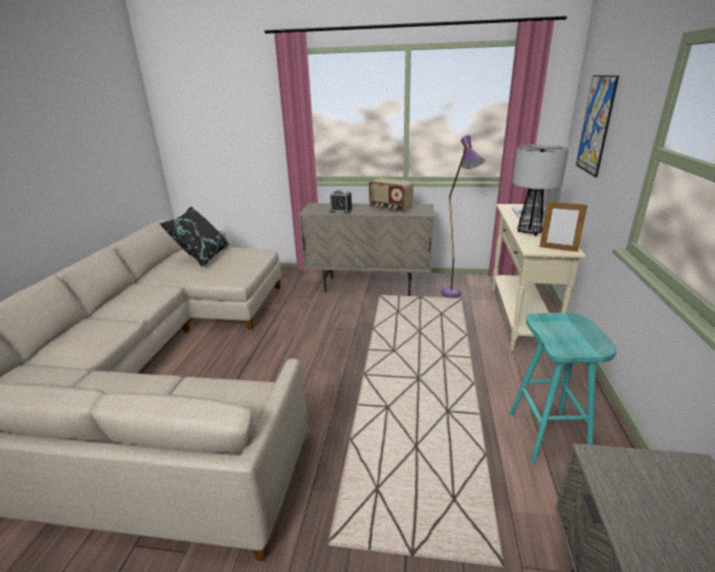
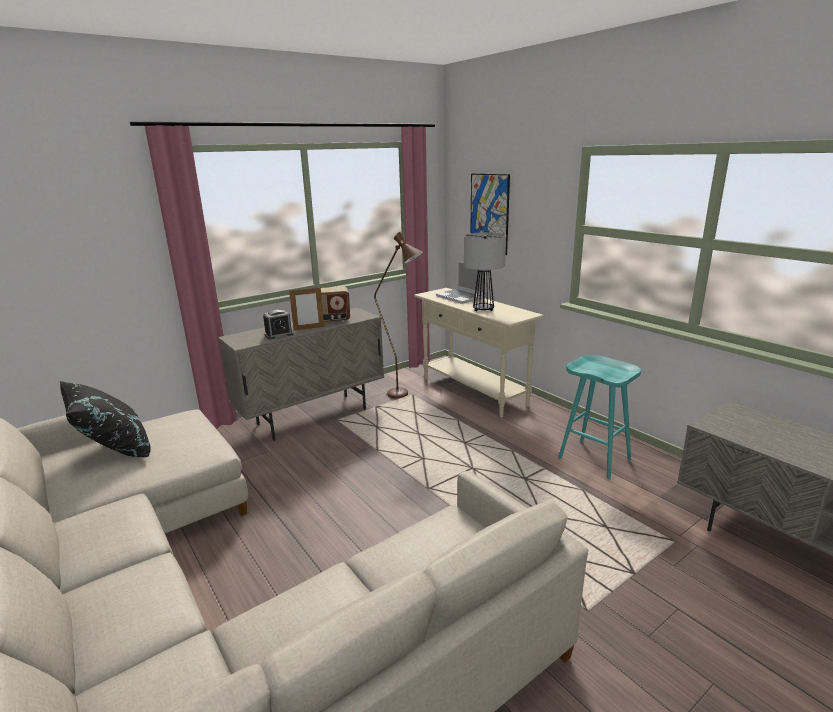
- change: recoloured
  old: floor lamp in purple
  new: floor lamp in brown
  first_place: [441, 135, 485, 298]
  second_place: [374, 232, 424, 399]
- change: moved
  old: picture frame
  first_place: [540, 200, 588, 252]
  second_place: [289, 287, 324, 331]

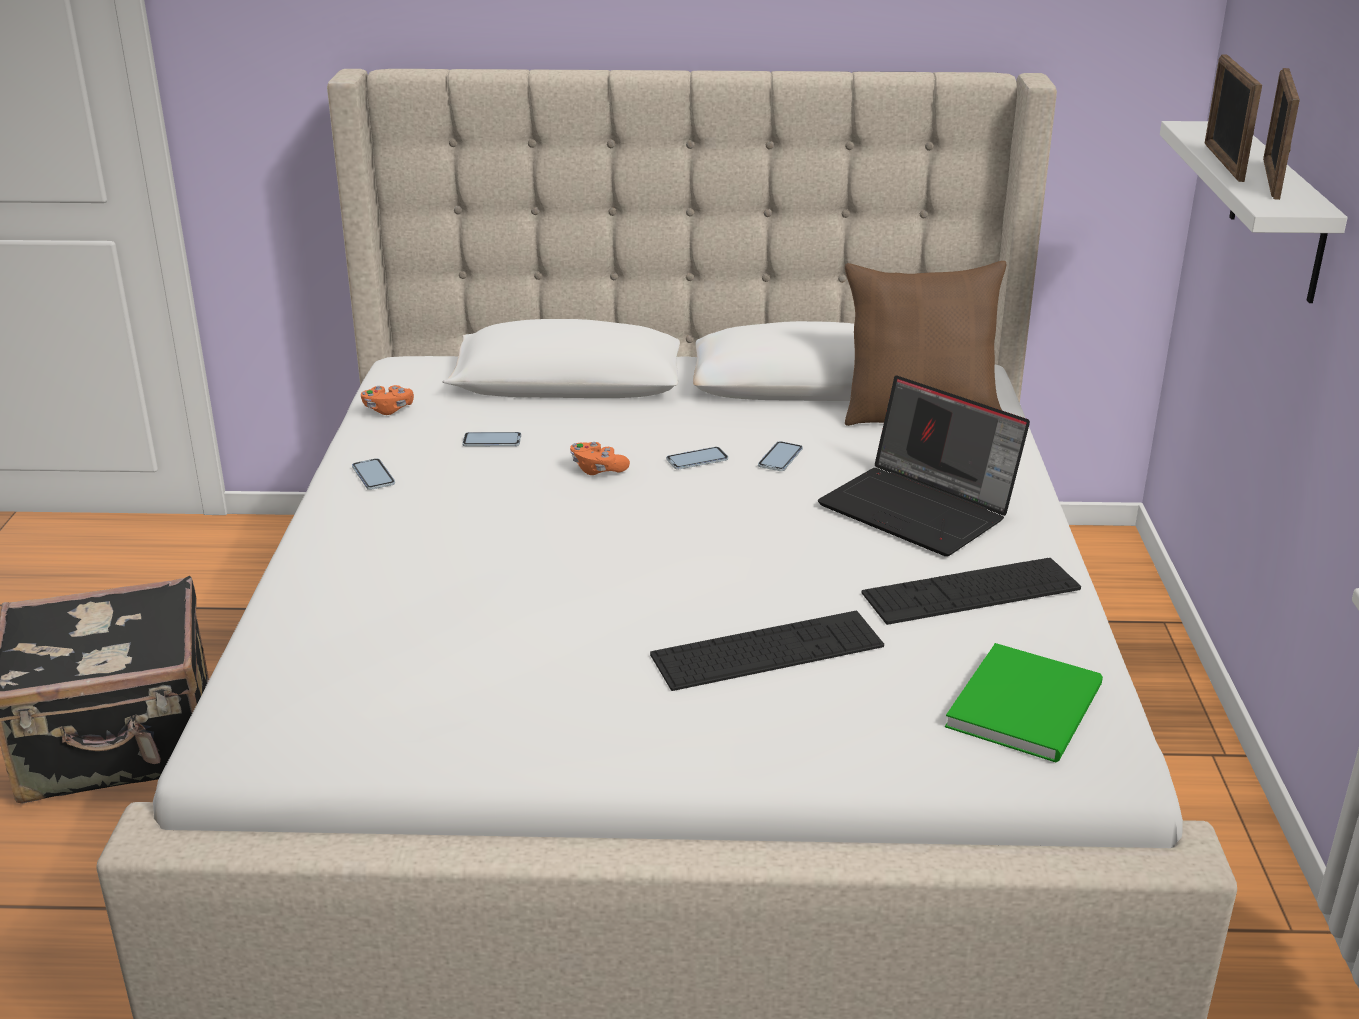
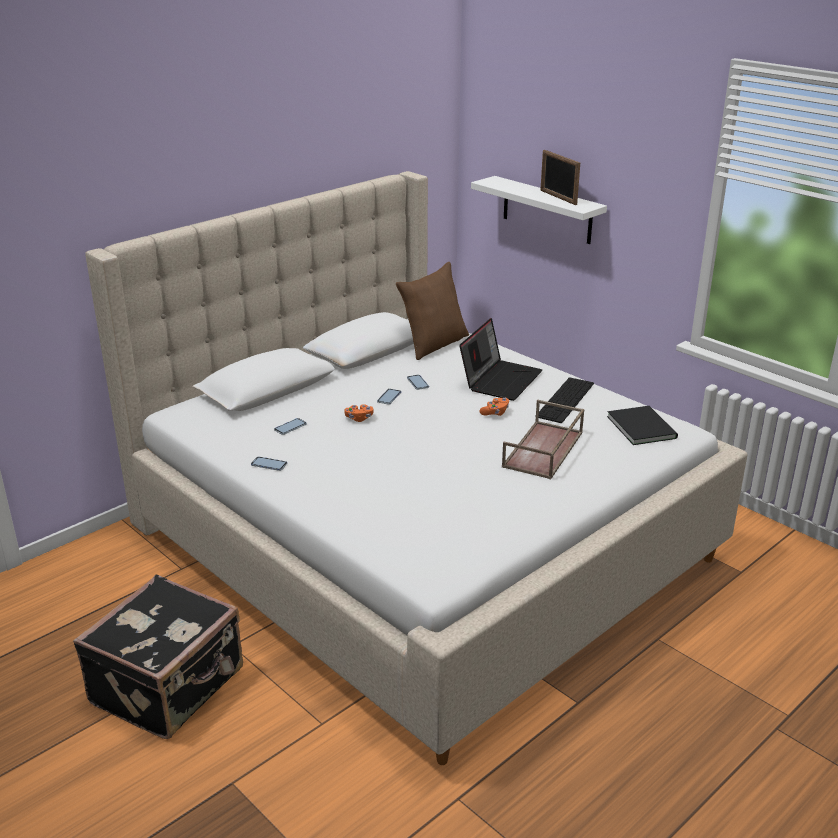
- change: removed
  old: picture frame
  first_place: [1205, 55, 1262, 182]
- change: turned
  old: laptop
  first_place: [818, 375, 1030, 556]
  second_place: [459, 318, 542, 401]
  degrees: -60
- change: moved
  old: game controller in orange
  first_place: [361, 385, 414, 415]
  second_place: [479, 398, 509, 416]
- change: replaced
  old: keyboard
  new: tray in brown
  first_place: [650, 611, 884, 691]
  second_place: [502, 400, 584, 479]
- change: recoloured
  old: book in green
  new: book in black
  first_place: [945, 643, 1103, 762]
  second_place: [607, 406, 678, 445]

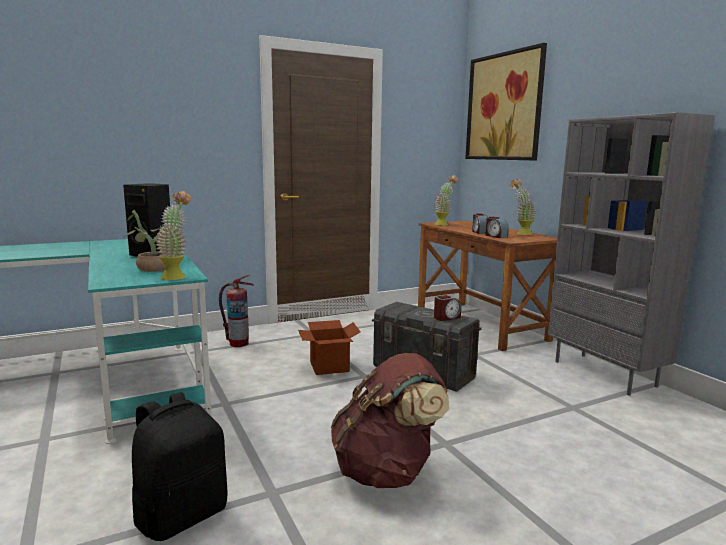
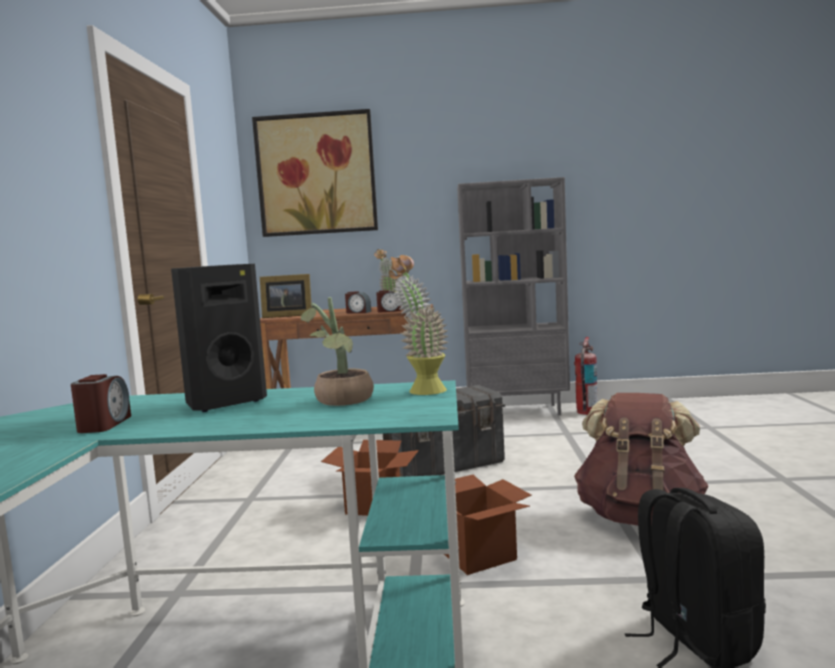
- change: replaced
  old: potted plant
  new: picture frame
  first_place: [435, 176, 458, 225]
  second_place: [260, 274, 312, 318]
- change: moved
  old: fire extinguisher
  first_place: [219, 275, 254, 347]
  second_place: [574, 337, 597, 415]
- change: moved
  old: alarm clock
  first_place: [434, 295, 461, 321]
  second_place: [71, 374, 131, 433]
- change: added
  new: cardboard box
  second_place: [444, 475, 532, 575]

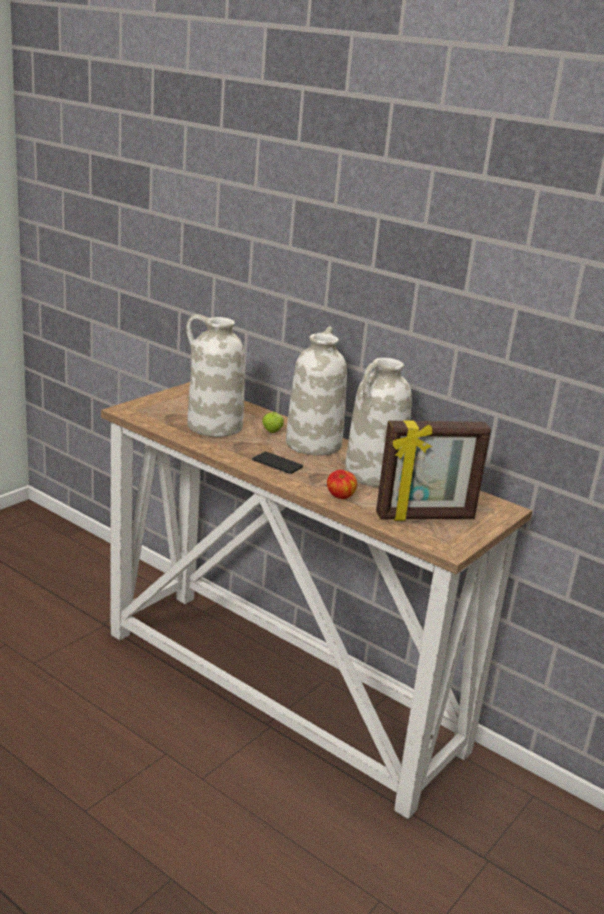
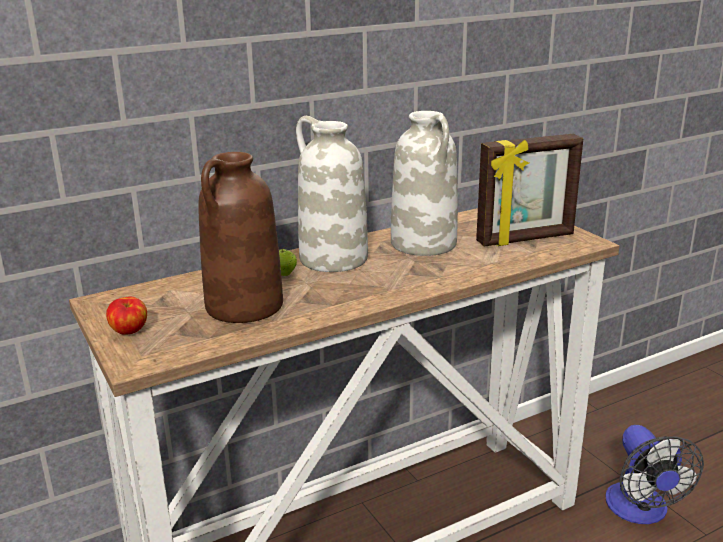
- change: recoloured
  old: vase in white
  new: vase in brown
  first_place: [186, 314, 245, 437]
  second_place: [198, 152, 283, 323]
- change: turned
  old: picture frame
  first_place: [376, 420, 491, 521]
  second_place: [476, 134, 584, 247]
  degrees: 60
- change: removed
  old: phone
  first_place: [252, 452, 303, 474]
- change: moved
  old: apple
  first_place: [327, 470, 357, 499]
  second_place: [106, 297, 147, 335]
- change: added
  new: fan
  second_place: [606, 425, 704, 524]

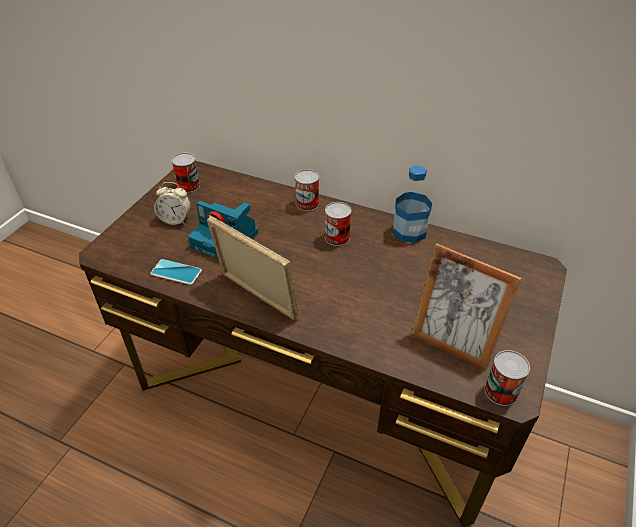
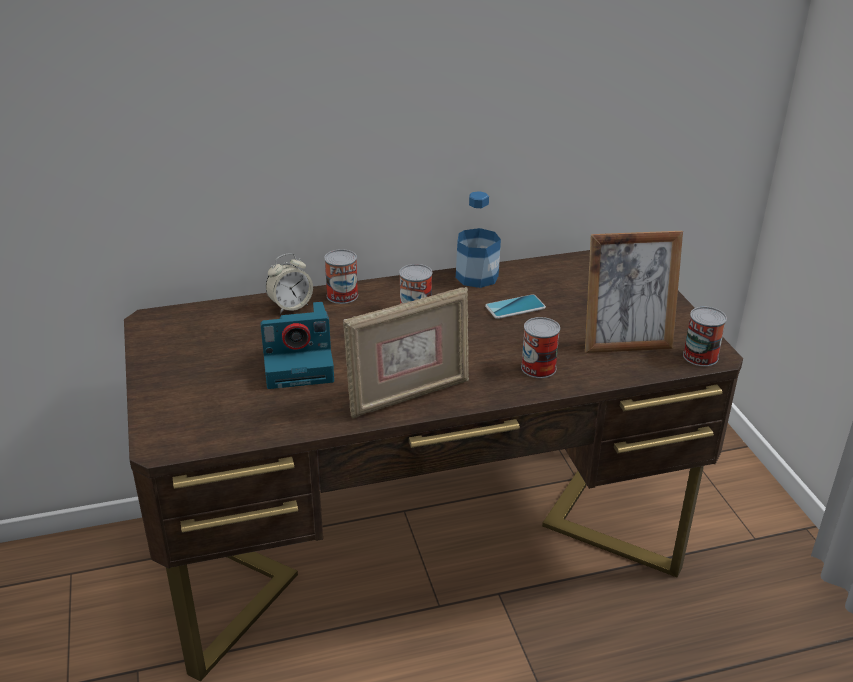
- change: moved
  old: can
  first_place: [171, 153, 200, 193]
  second_place: [521, 317, 560, 378]
- change: moved
  old: alarm clock
  first_place: [154, 182, 191, 225]
  second_place: [266, 254, 313, 314]
- change: turned
  old: picture frame
  first_place: [207, 215, 299, 320]
  second_place: [343, 287, 469, 419]
  degrees: 150
- change: moved
  old: phone
  first_place: [150, 259, 202, 285]
  second_place: [485, 294, 546, 319]

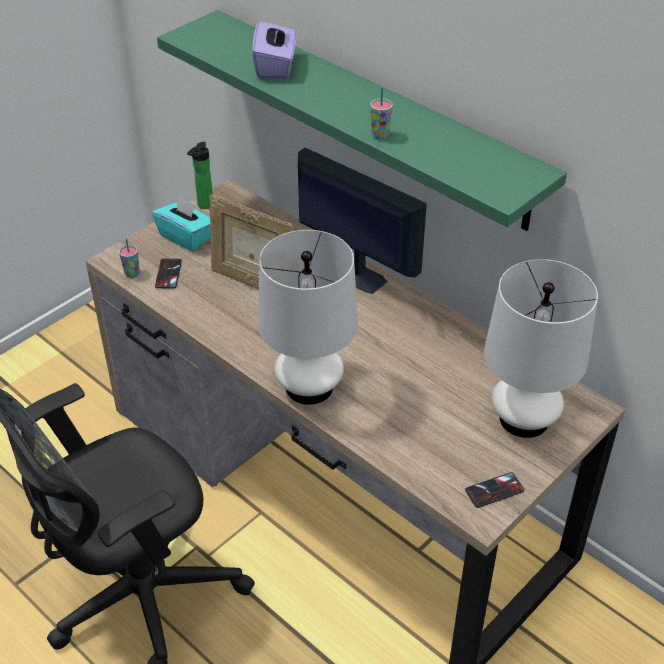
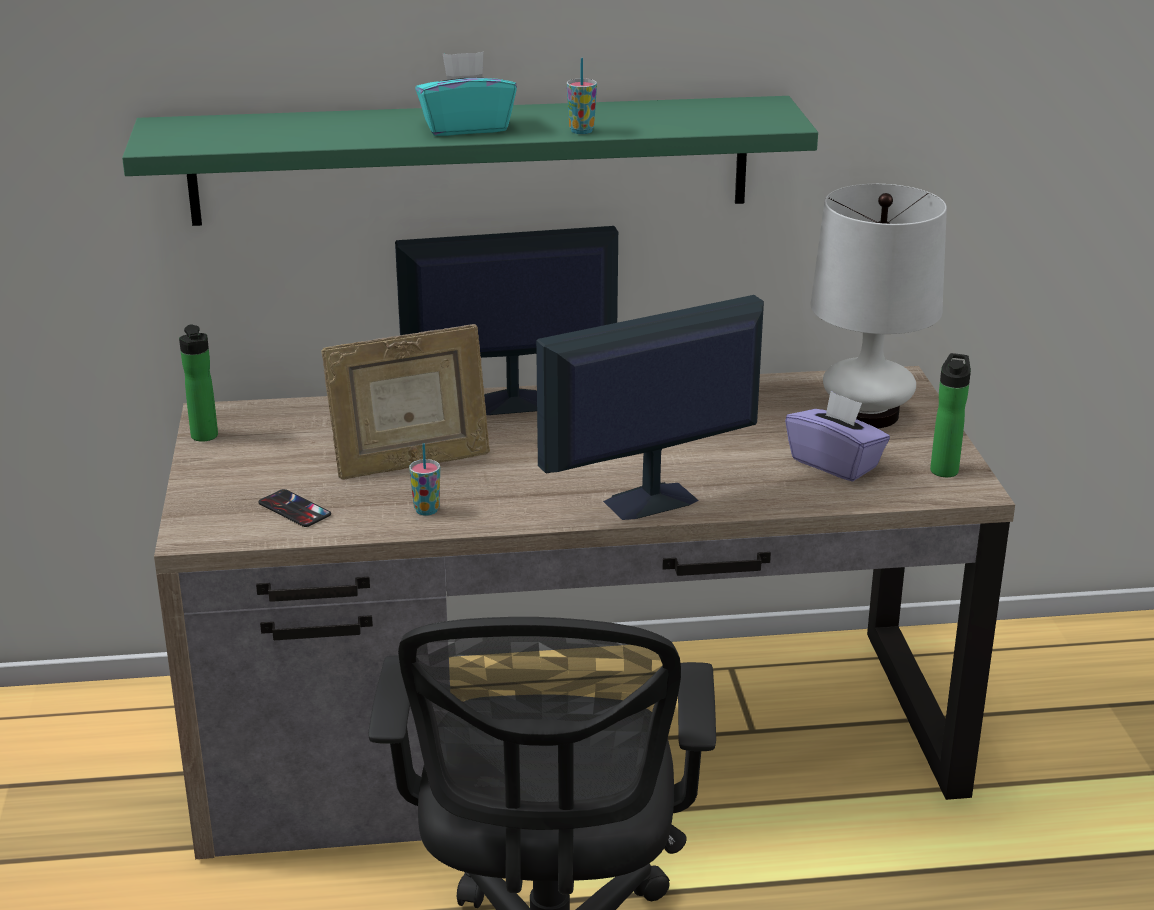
- change: moved
  old: tissue box in purple
  first_place: [252, 16, 297, 79]
  second_place: [785, 391, 890, 482]
- change: moved
  old: tissue box in turquoise
  first_place: [152, 195, 211, 251]
  second_place: [415, 52, 517, 136]
- change: replaced
  old: table lamp in white
  new: monitor
  first_place: [258, 230, 358, 405]
  second_place: [536, 295, 764, 520]
- change: moved
  old: cup
  first_place: [119, 238, 140, 278]
  second_place: [409, 444, 440, 516]
- change: replaced
  old: phone
  new: bottle
  first_place: [465, 472, 524, 508]
  second_place: [930, 353, 971, 477]

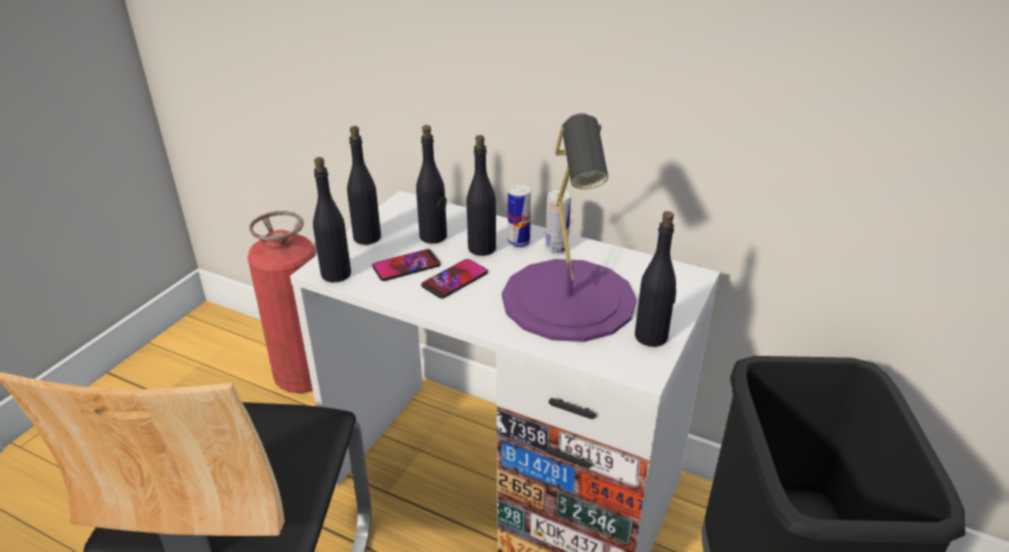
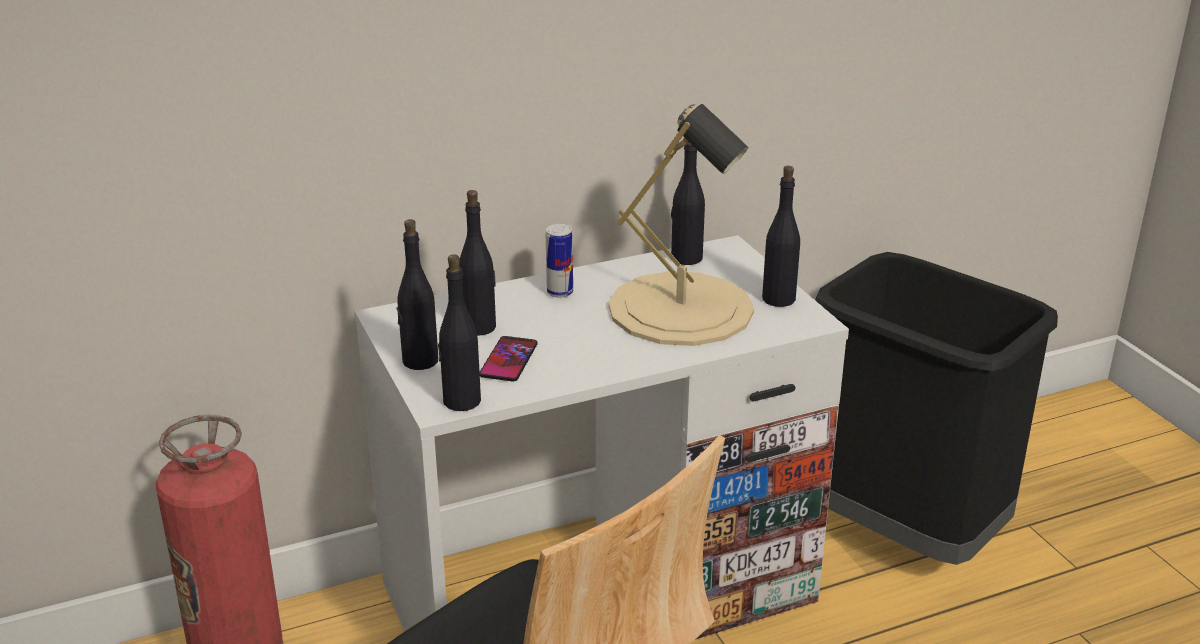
- change: recoloured
  old: table lamp in purple
  new: table lamp in beige
  first_place: [502, 113, 637, 342]
  second_place: [608, 104, 754, 346]
- change: moved
  old: bottle in black
  first_place: [467, 135, 496, 256]
  second_place: [671, 142, 705, 265]
- change: removed
  old: can
  first_place: [545, 190, 571, 253]
- change: removed
  old: phone
  first_place: [421, 259, 488, 299]

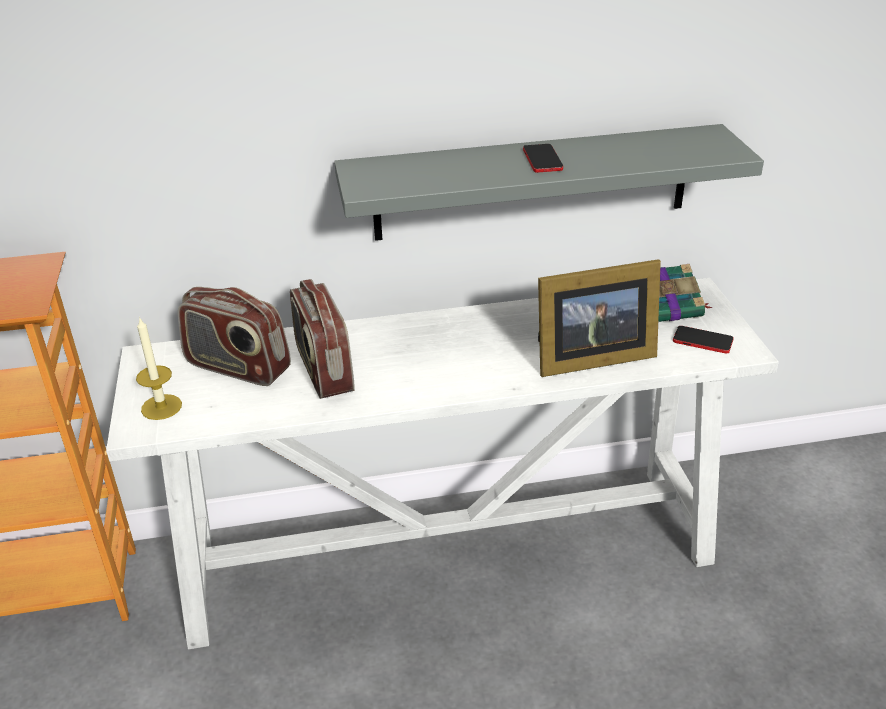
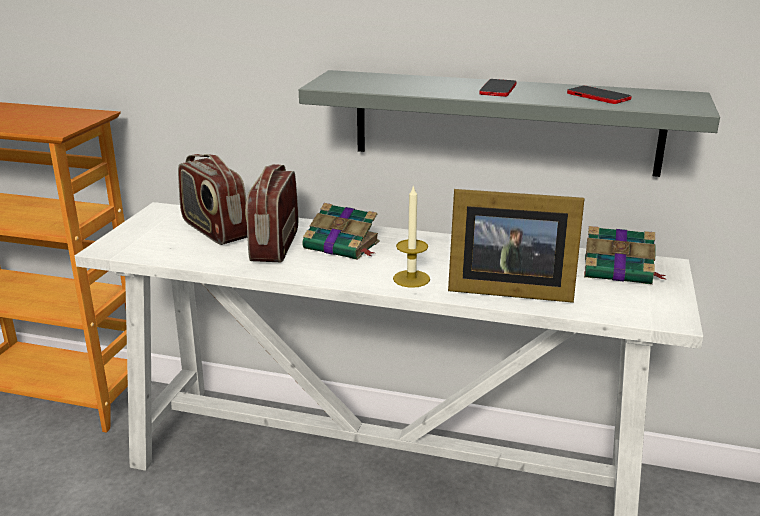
- change: moved
  old: candle
  first_place: [136, 317, 182, 420]
  second_place: [393, 185, 430, 288]
- change: moved
  old: phone
  first_place: [673, 326, 734, 353]
  second_place: [567, 86, 631, 104]
- change: added
  new: book
  second_place: [302, 203, 379, 260]

